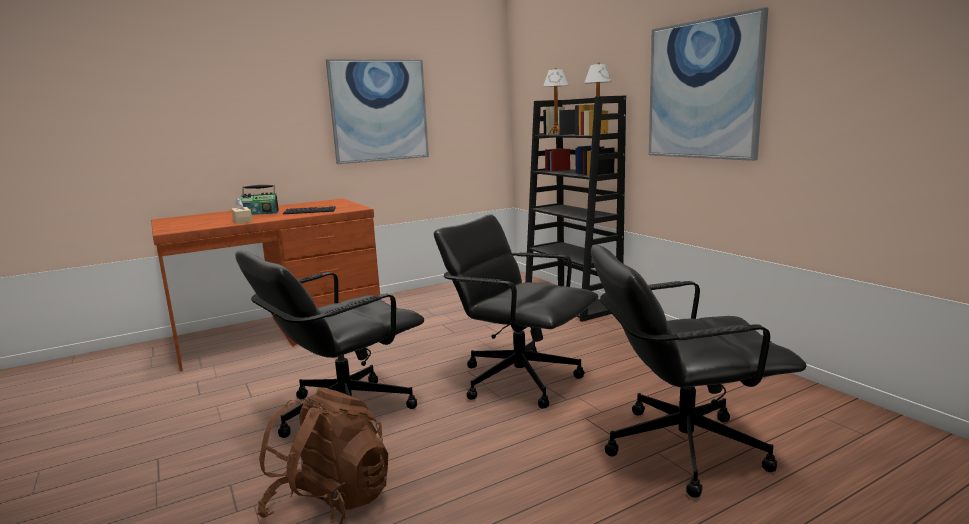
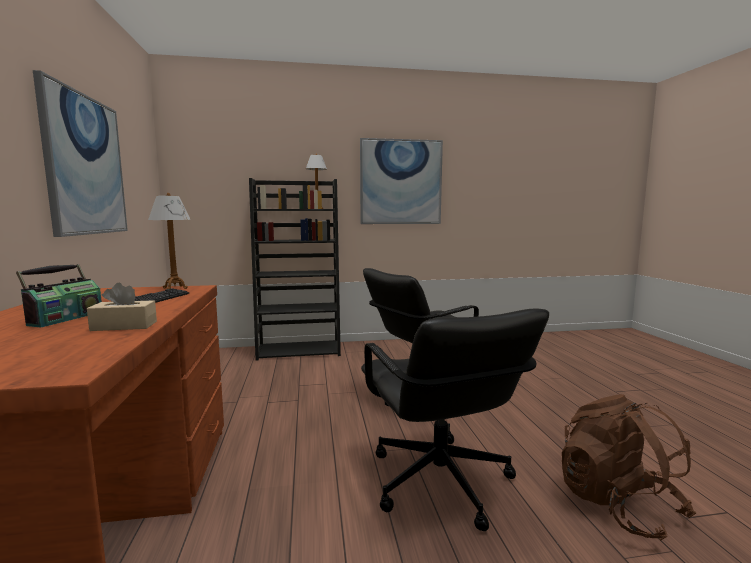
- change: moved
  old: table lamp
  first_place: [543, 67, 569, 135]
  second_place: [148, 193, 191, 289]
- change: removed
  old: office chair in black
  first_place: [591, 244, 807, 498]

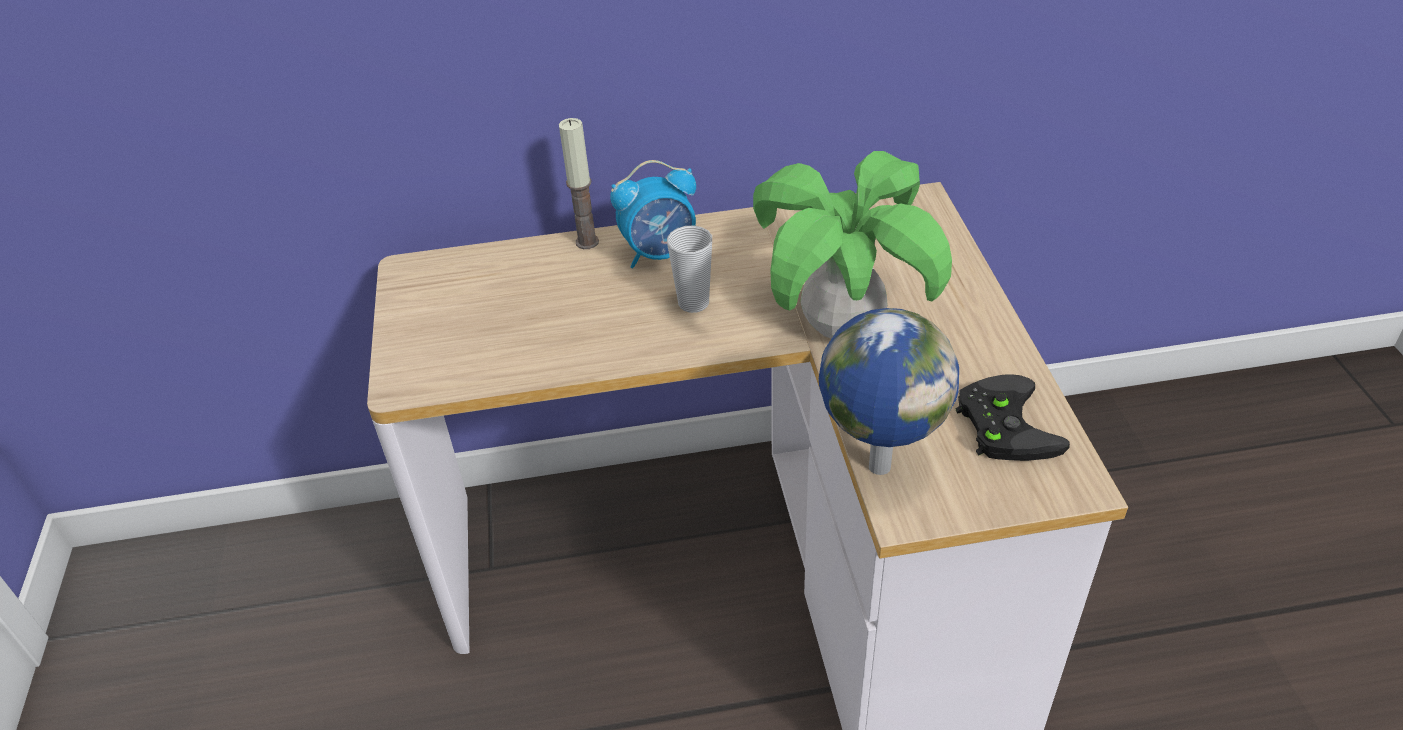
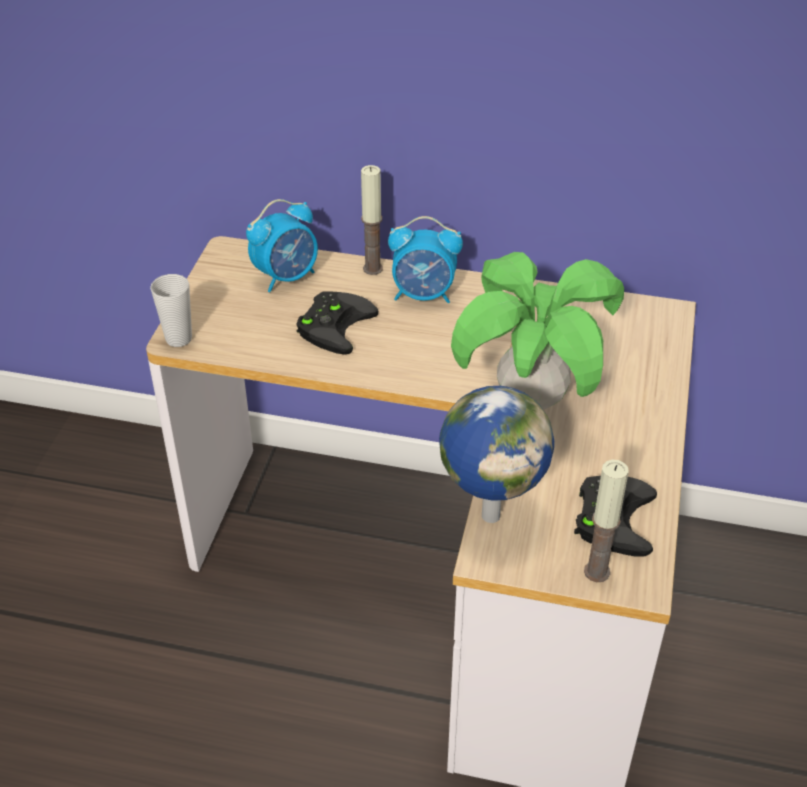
- change: moved
  old: cup
  first_place: [667, 226, 712, 313]
  second_place: [150, 274, 192, 347]
- change: added
  new: alarm clock
  second_place: [246, 199, 318, 293]
- change: added
  new: game controller in black
  second_place: [296, 291, 379, 355]
- change: added
  new: candle
  second_place: [584, 460, 629, 582]

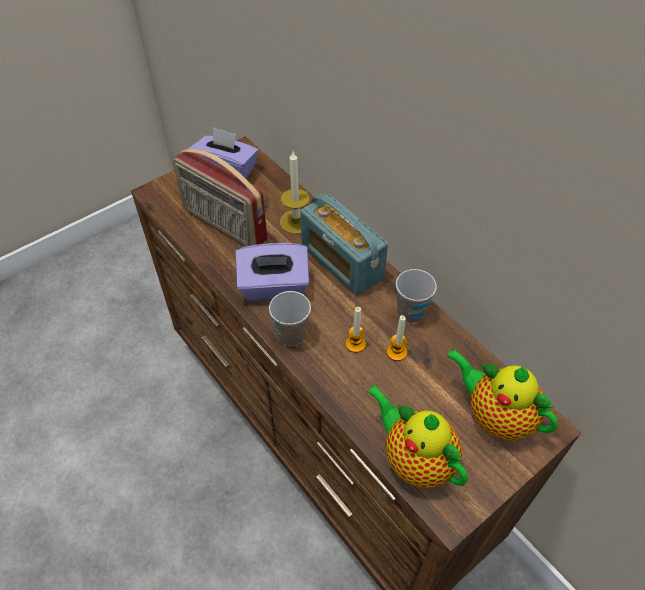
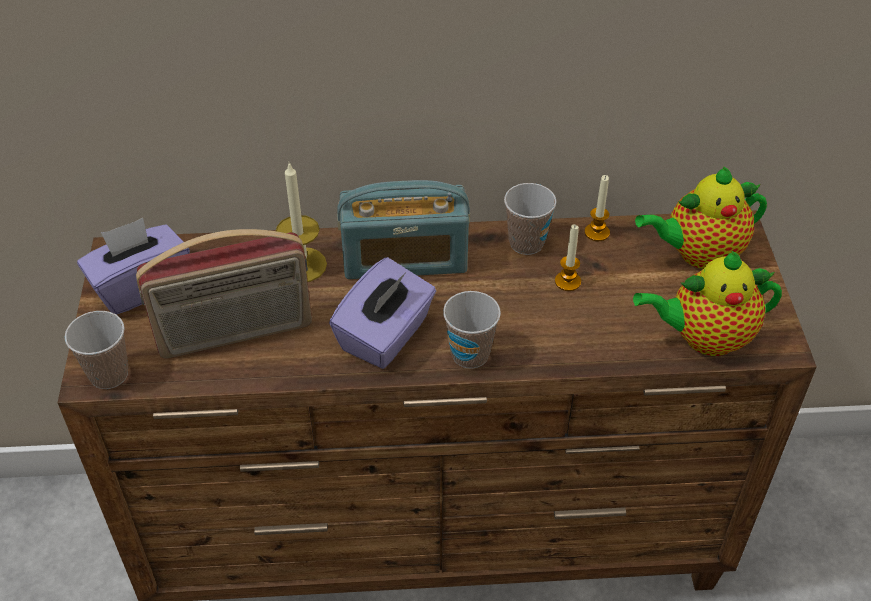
- change: moved
  old: candle
  first_place: [346, 307, 366, 353]
  second_place: [584, 175, 610, 242]
- change: added
  new: cup
  second_place: [65, 311, 128, 389]

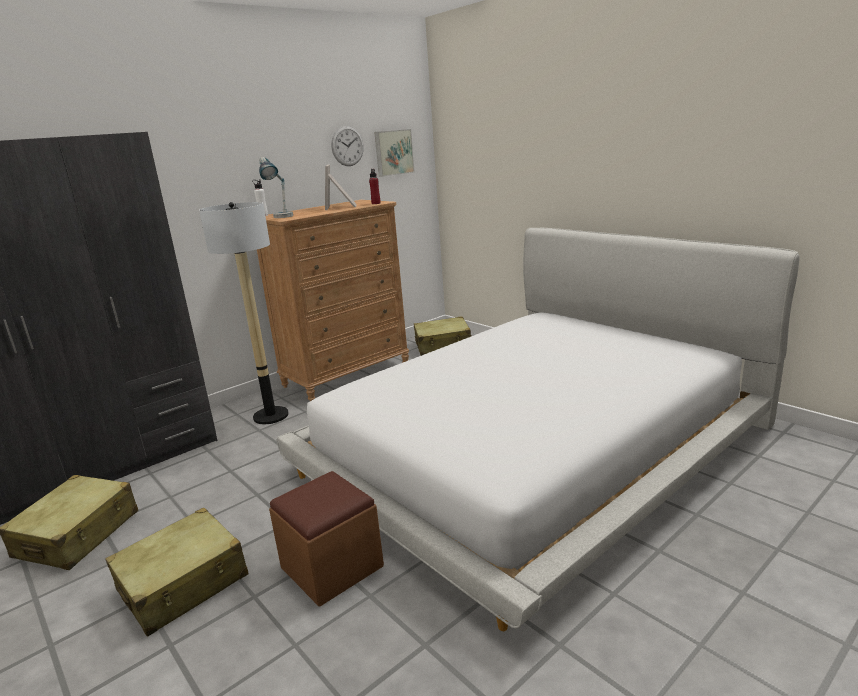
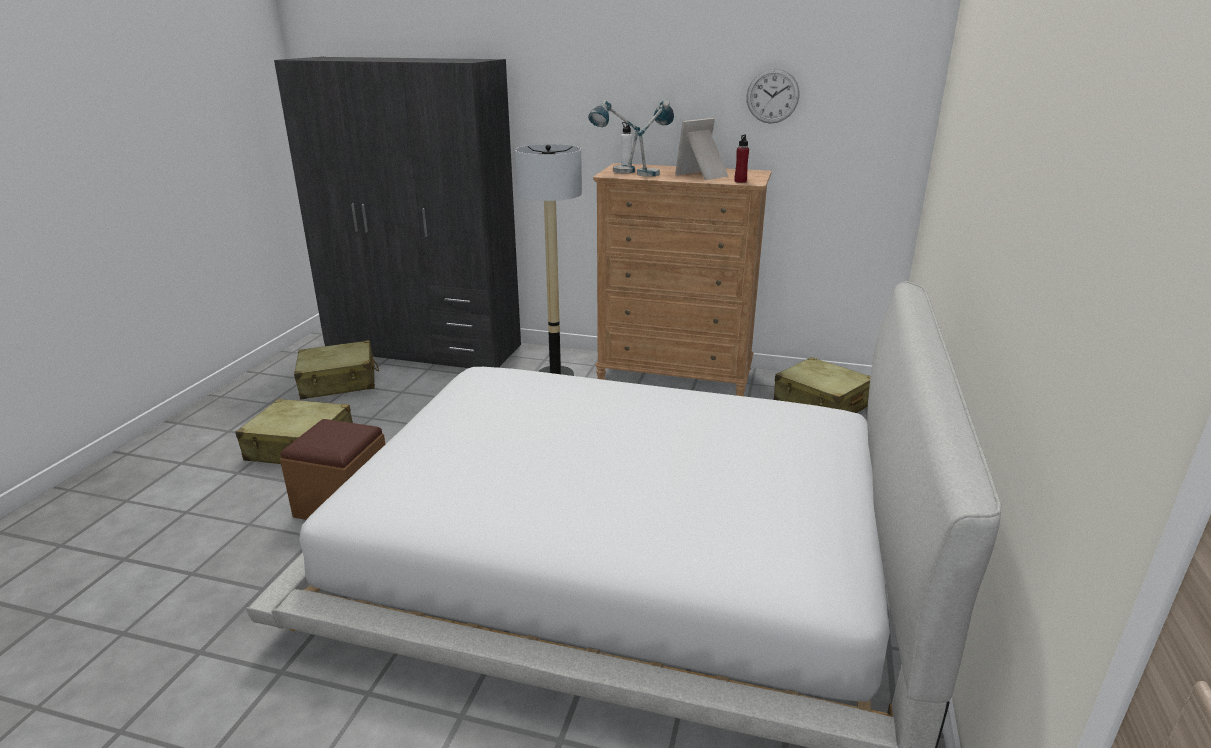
- change: removed
  old: picture
  first_place: [374, 129, 415, 177]
- change: added
  new: table lamp
  second_place: [637, 100, 674, 177]

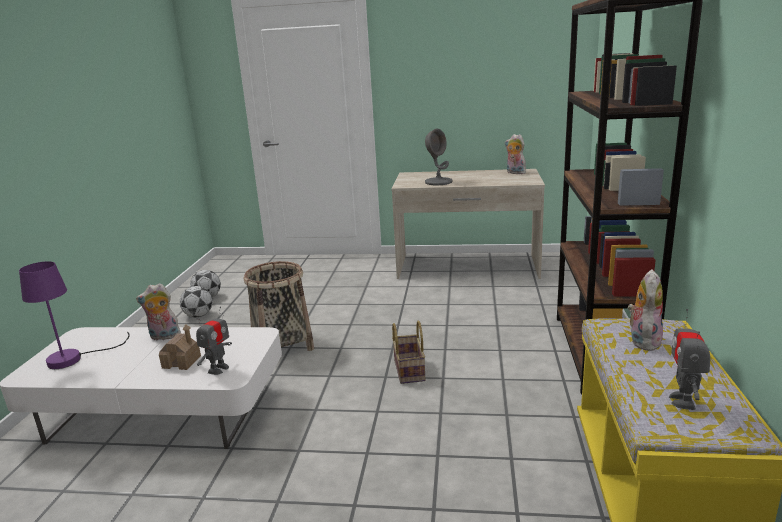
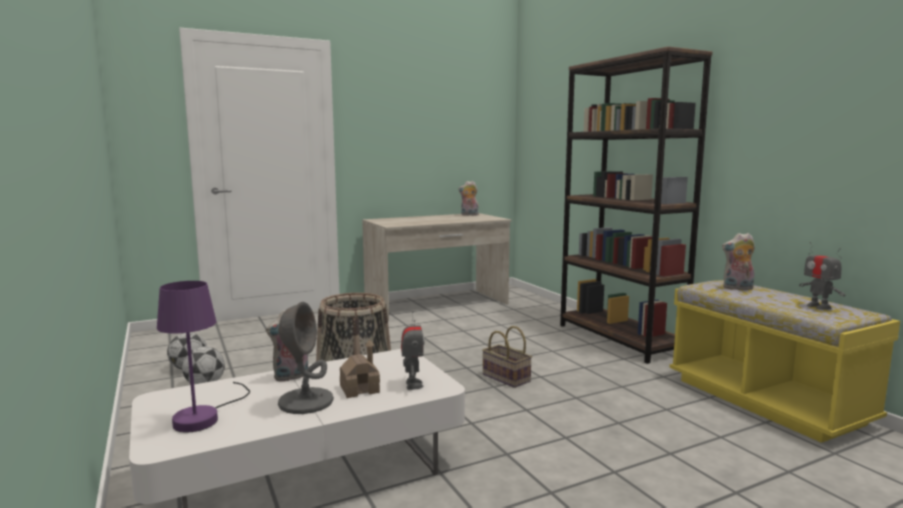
- change: moved
  old: table lamp in grey
  first_place: [425, 129, 453, 185]
  second_place: [278, 302, 334, 414]
- change: turned
  old: plush toy
  first_place: [628, 269, 663, 351]
  second_place: [722, 233, 755, 290]
  degrees: -75

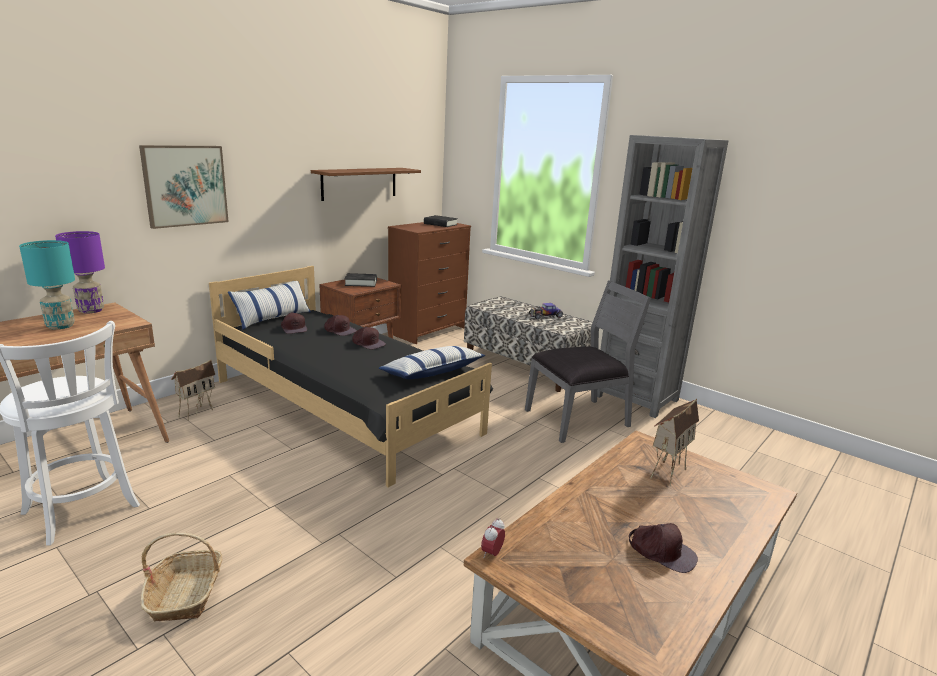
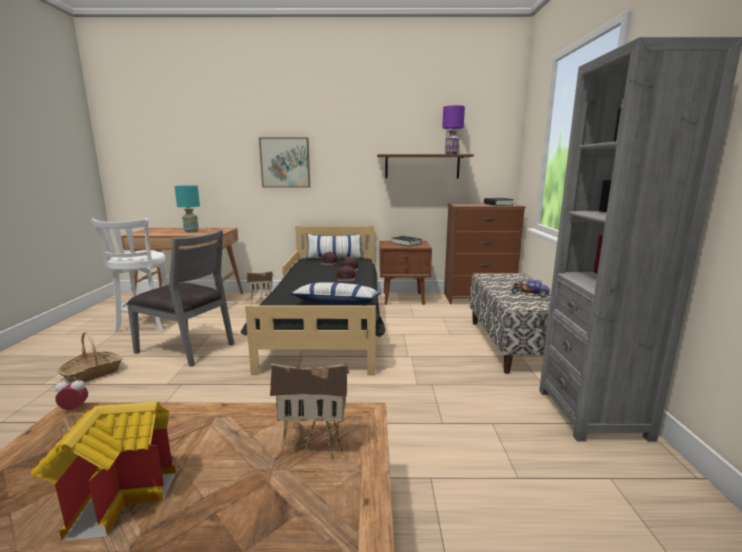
- change: moved
  old: table lamp in purple
  first_place: [55, 231, 105, 314]
  second_place: [442, 105, 465, 154]
- change: moved
  old: chair in grey
  first_place: [525, 280, 651, 443]
  second_place: [127, 229, 234, 367]
- change: replaced
  old: cap in brown
  new: toy house
  first_place: [629, 523, 698, 573]
  second_place: [31, 402, 176, 541]

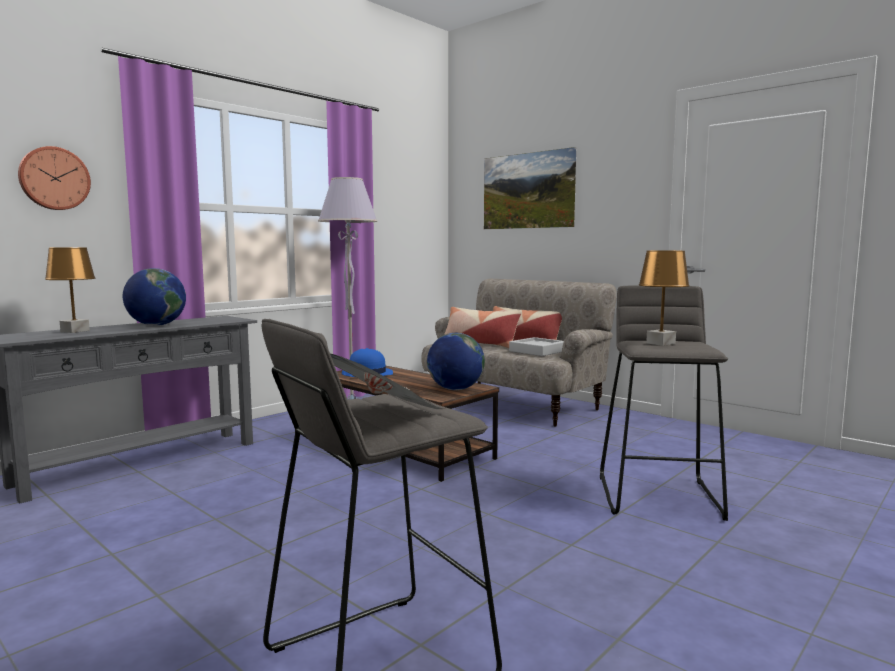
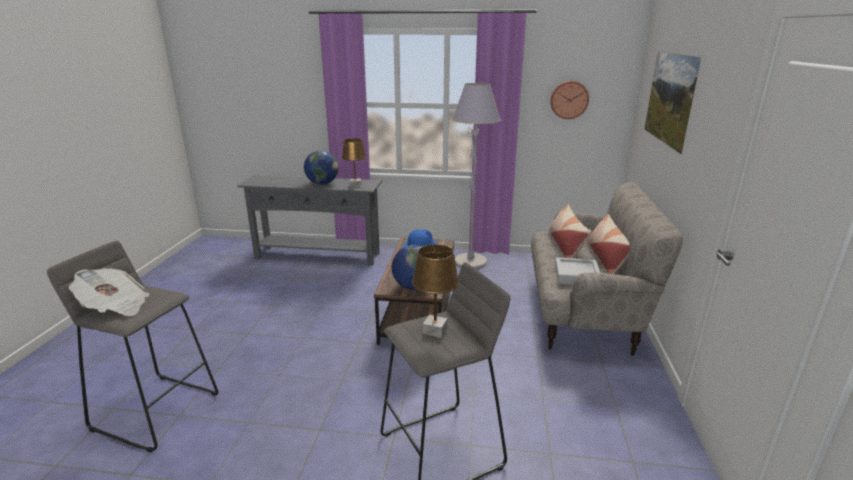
- change: moved
  old: wall clock
  first_place: [18, 146, 91, 210]
  second_place: [550, 81, 589, 119]
- change: moved
  old: table lamp in brown
  first_place: [45, 248, 95, 333]
  second_place: [342, 138, 366, 188]

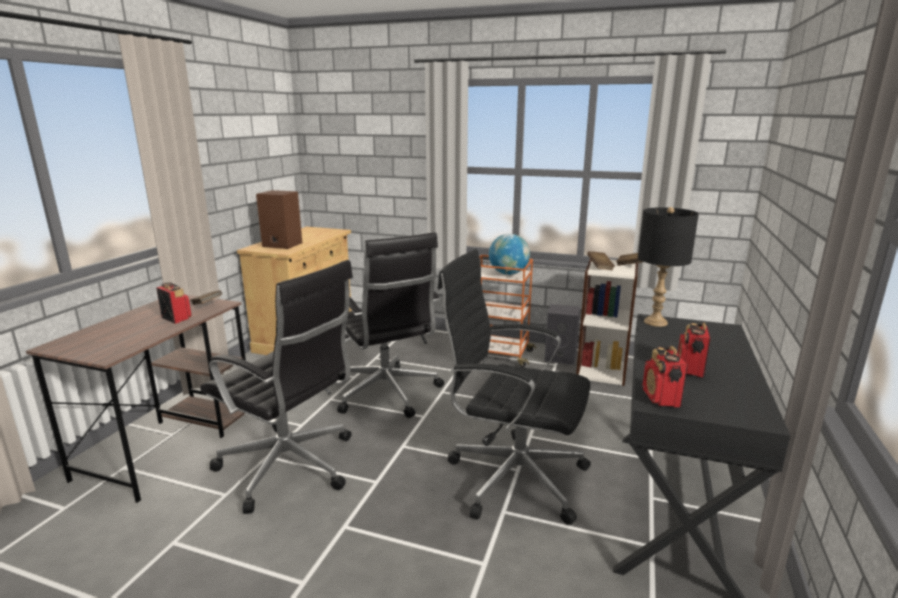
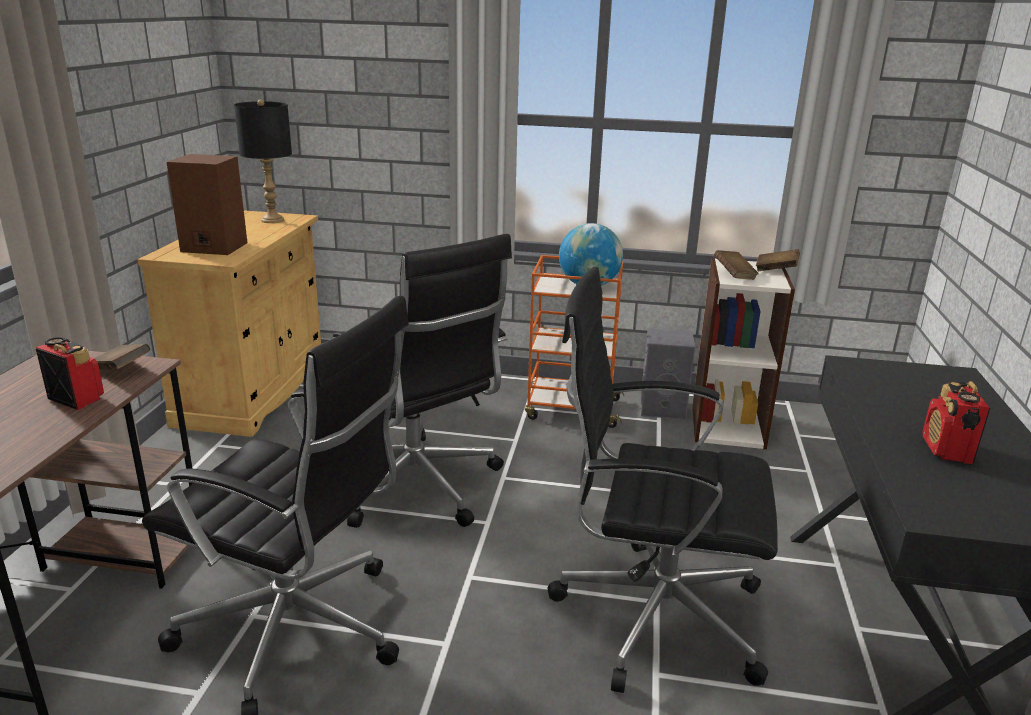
- change: moved
  old: table lamp in black
  first_place: [638, 207, 699, 327]
  second_place: [234, 100, 292, 223]
- change: removed
  old: radio
  first_place: [643, 346, 688, 407]

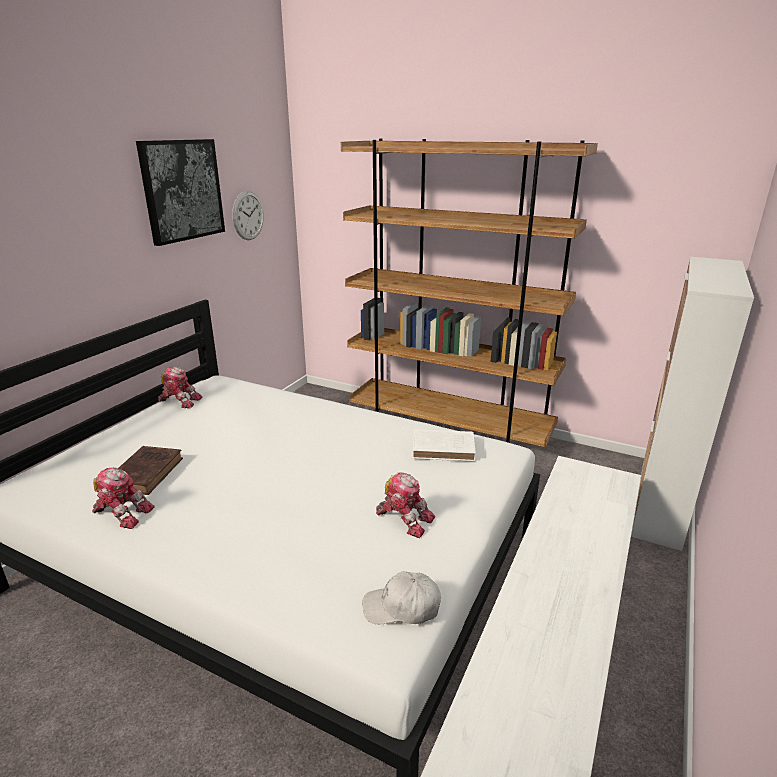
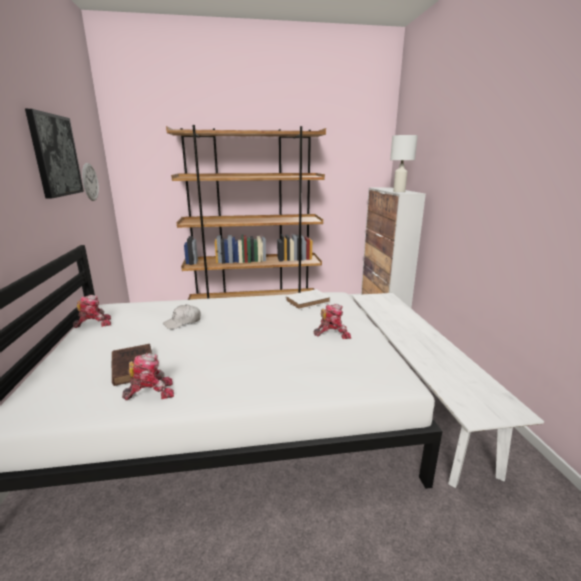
- change: moved
  old: cap in white
  first_place: [362, 571, 440, 624]
  second_place: [163, 305, 201, 329]
- change: added
  new: table lamp in white
  second_place: [390, 135, 418, 192]

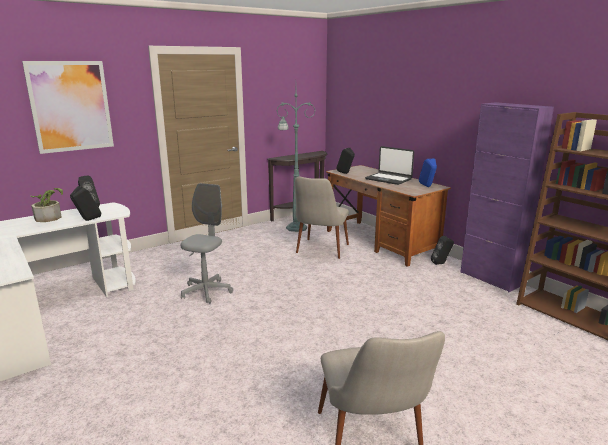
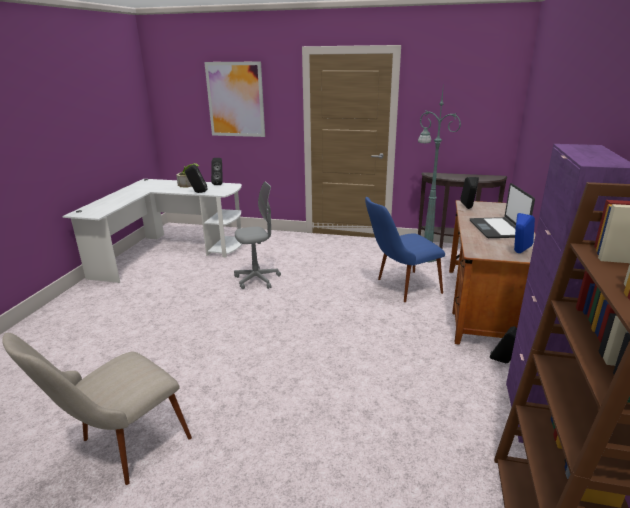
- change: recoloured
  old: chair in beige
  new: chair in blue
  first_place: [295, 176, 349, 259]
  second_place: [365, 197, 445, 302]

